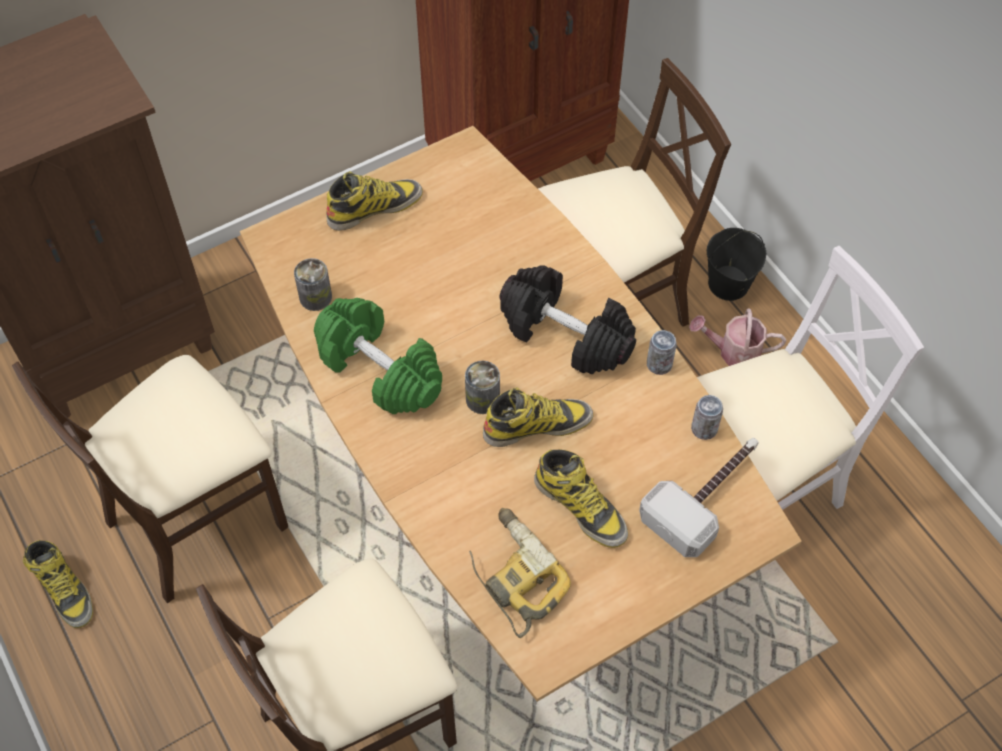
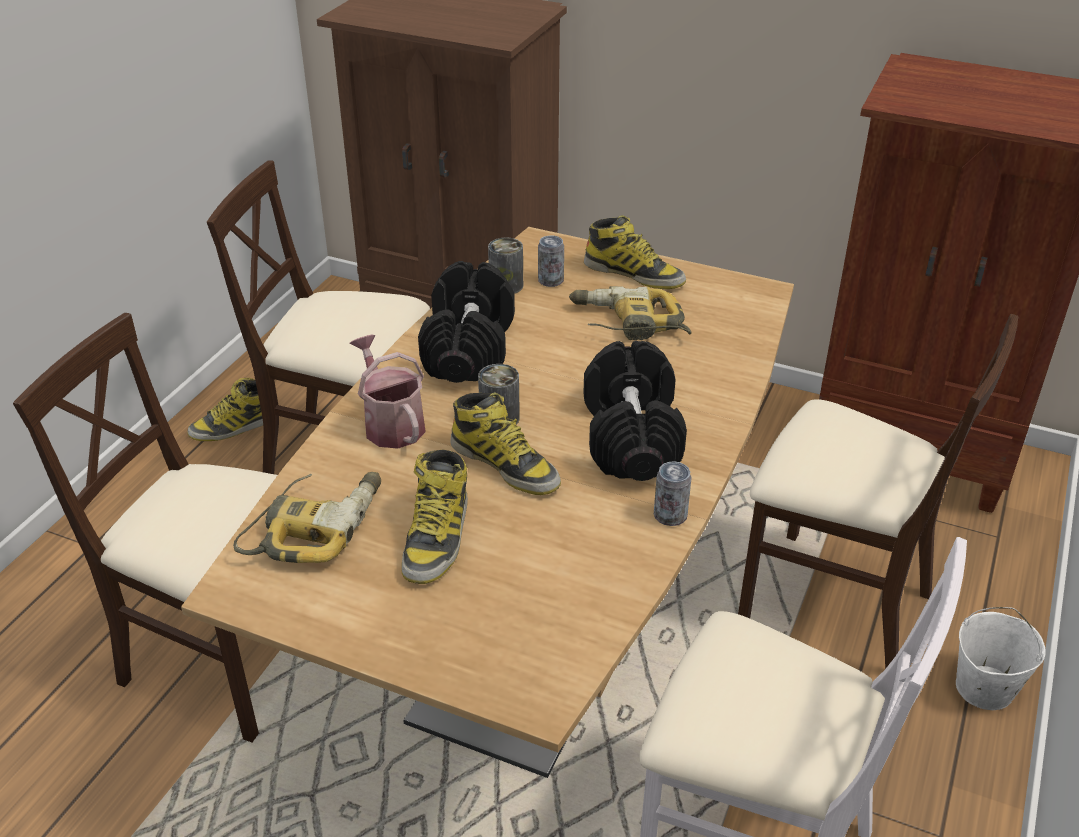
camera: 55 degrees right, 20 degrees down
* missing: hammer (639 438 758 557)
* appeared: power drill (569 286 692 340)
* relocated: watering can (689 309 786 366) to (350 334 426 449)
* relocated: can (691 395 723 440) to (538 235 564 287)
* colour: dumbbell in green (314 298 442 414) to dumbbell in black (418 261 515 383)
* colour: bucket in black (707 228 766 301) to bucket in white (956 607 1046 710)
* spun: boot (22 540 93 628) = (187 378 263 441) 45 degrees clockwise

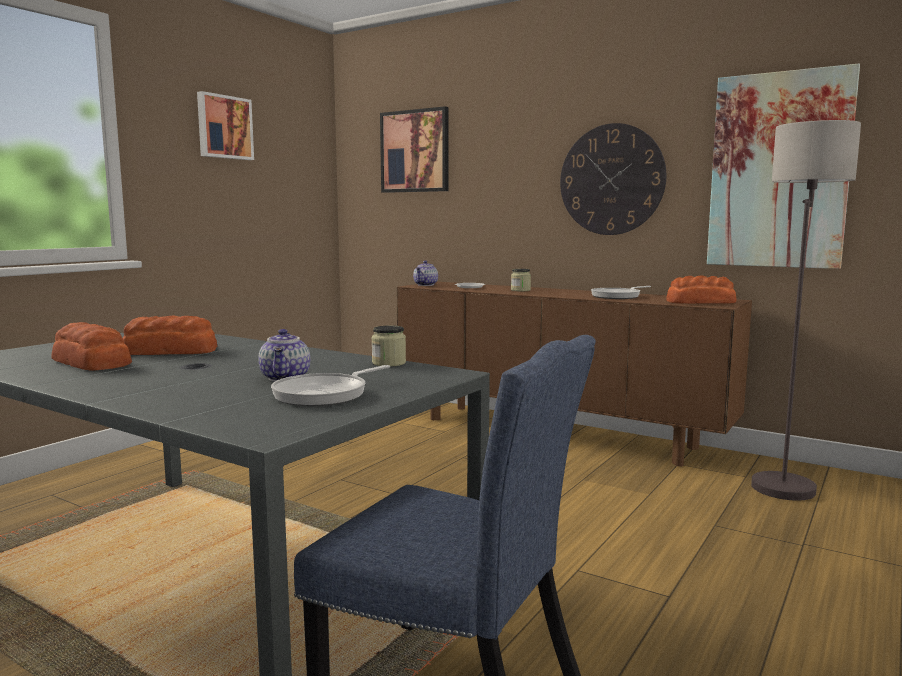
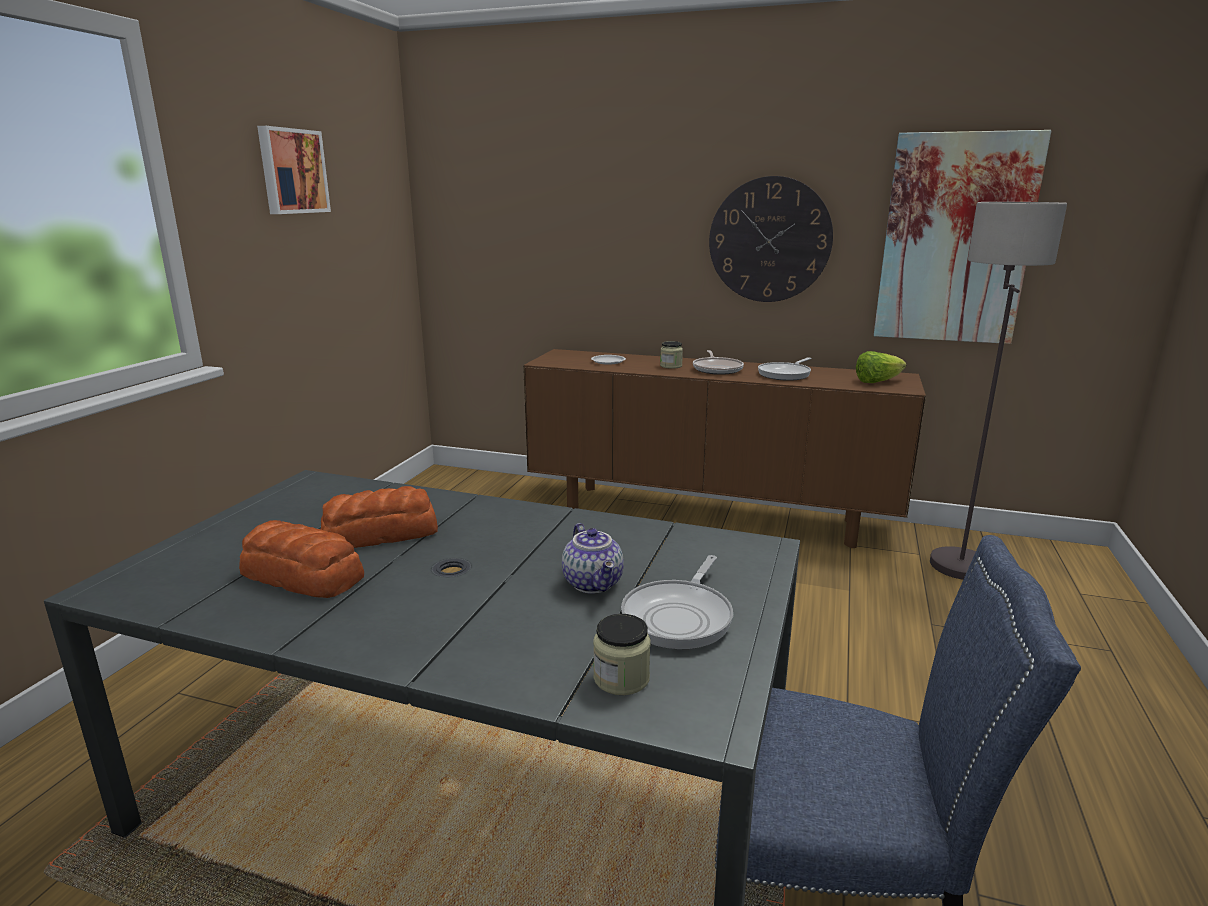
camera: 15 degrees left, 10 degrees up
* missing: picture (380 106 448 193)
* missing: teapot (413 260 438 286)
* appeared: frying pan (693 350 744 375)
* relocated: jar (371 325 406 367) to (593 614 651 695)
* exchanged: bread (666 275 737 304) to lettuce (856 351 907 383)

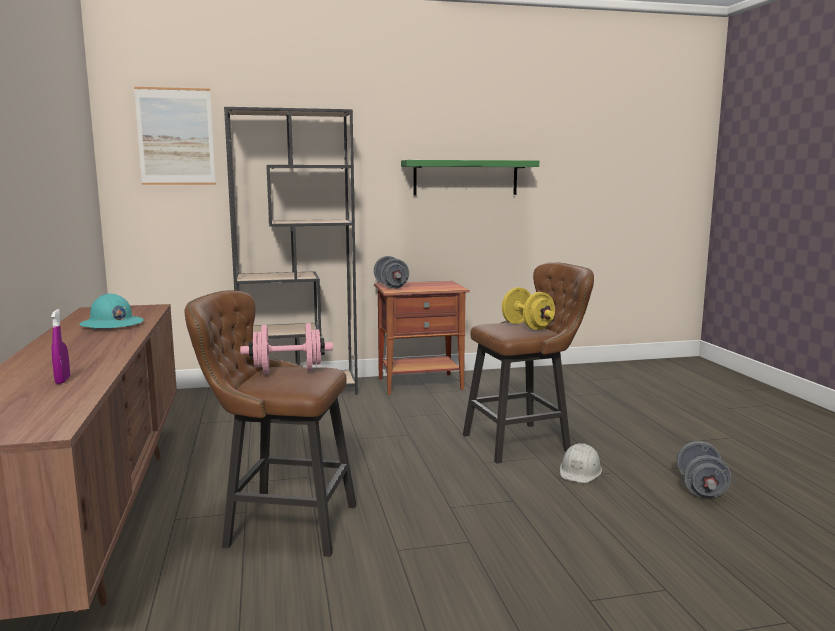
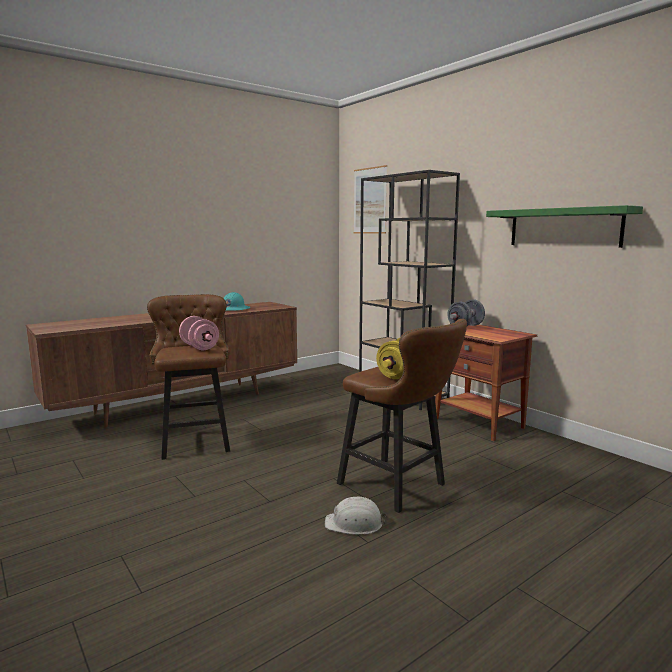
camera: 65 degrees right, 0 degrees up
* missing: spray bottle in purple (51 309 70 384)
* missing: dumbbell in grey (677 441 731 498)

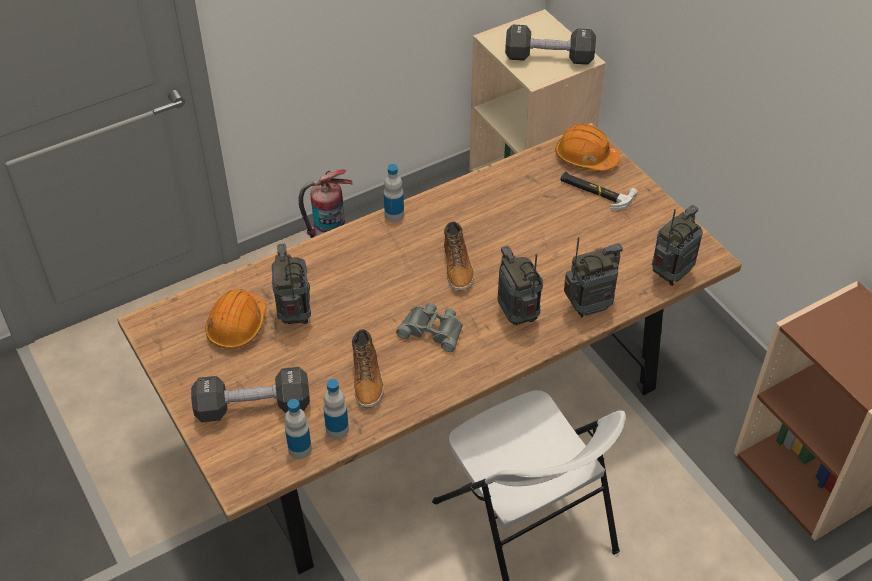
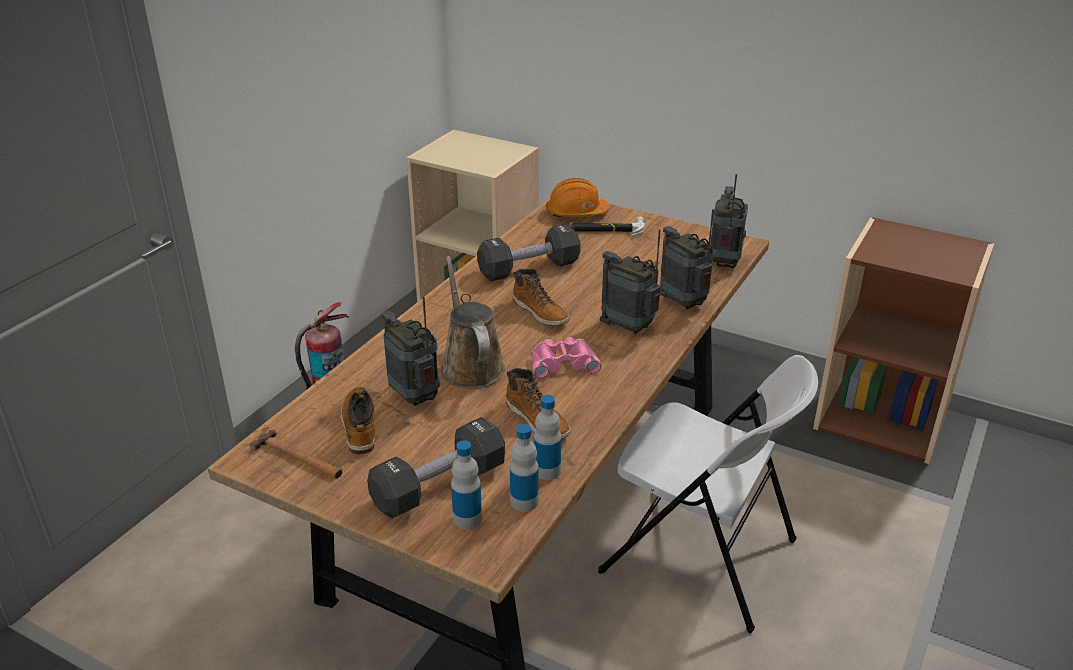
camera: 30 degrees left, 15 degrees down
* appeared: hammer (250 430 342 479)
* appeared: watering can in brown (441 256 505 389)
* relocated: bottle (384 164 404 222) to (451 440 482 529)
* relocated: dumbbell in black (505 24 596 65) to (477 224 581 281)
* exchanged: hard hat in orange (205 289 266 349) to boot (341 387 375 454)
* colour: binoculars in grey (396 303 463 352) to binoculars in pink (531 337 601 378)
* spun: radio (564 237 623 318) = (660 209 714 309) 75 degrees counterclockwise

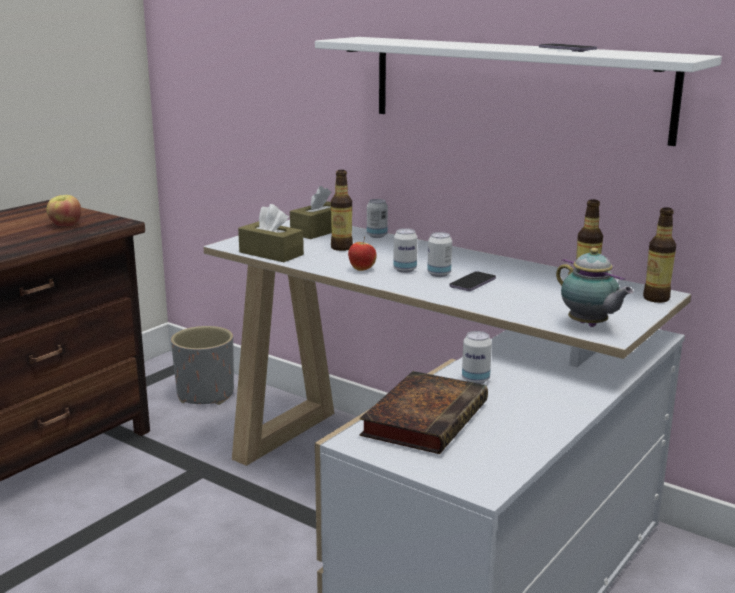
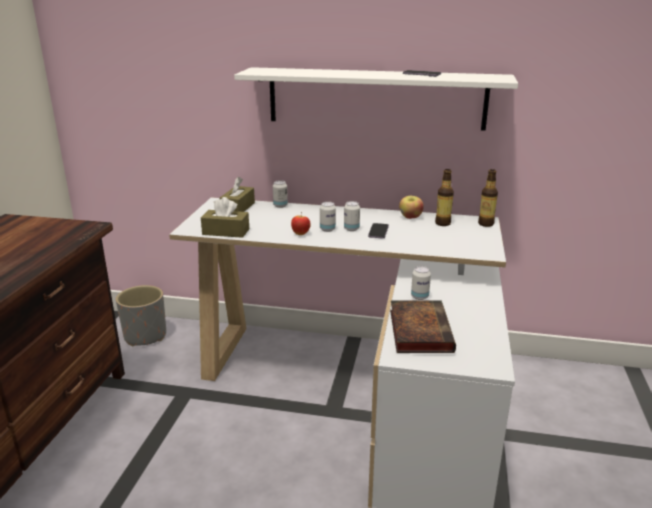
camera: 25 degrees left, 5 degrees up
* missing: bottle (331 170 353 251)
* missing: teapot (556 248 634 327)
* relocated: apple (47 195 81 226) to (399 196 424 219)

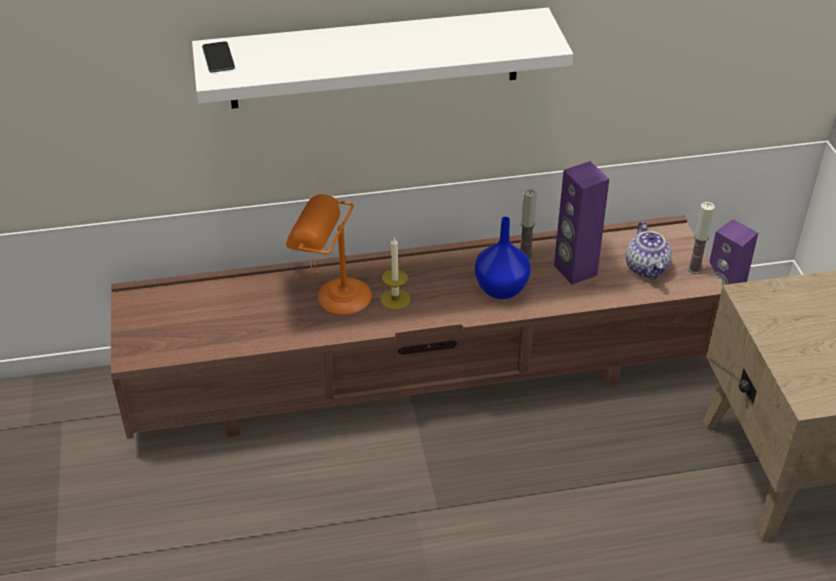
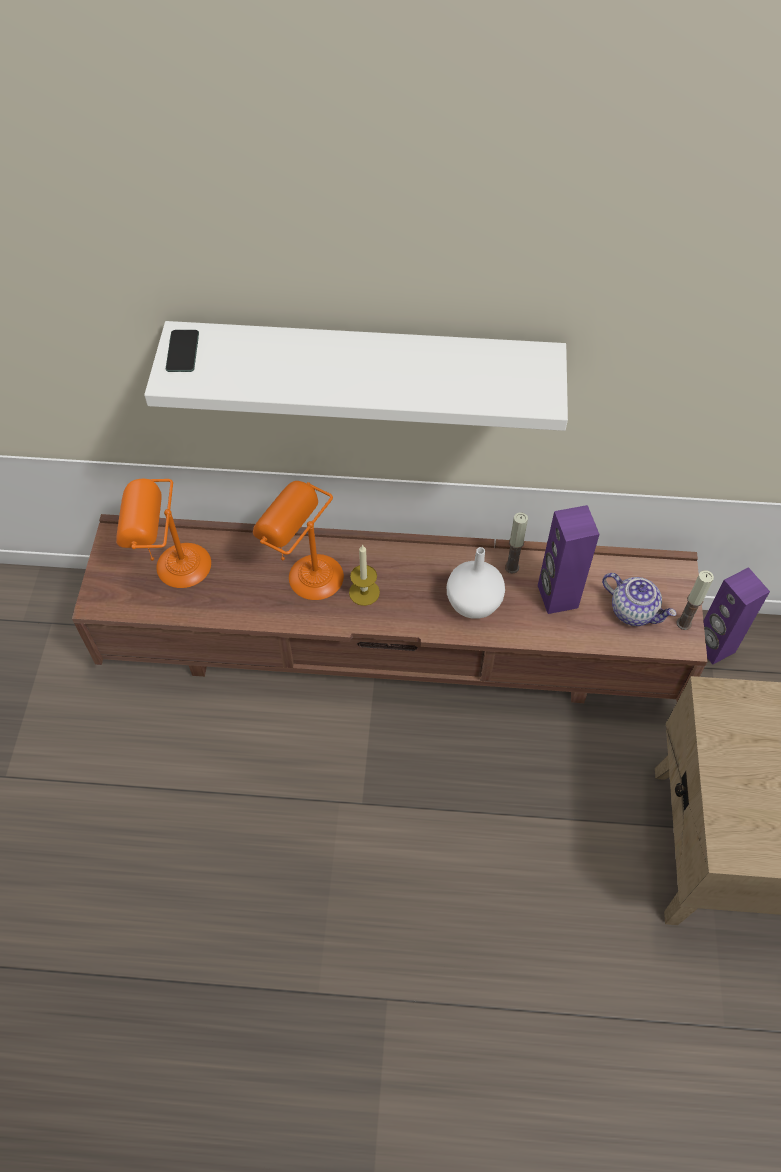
camera: 15 degrees right, 15 degrees up
* appeared: table lamp in orange (116 478 211 588)
* colour: vase in blue (475 217 531 299) to vase in white (447 547 505 619)
* spun: teapot (626 221 672 280) = (602 573 677 626) 60 degrees counterclockwise

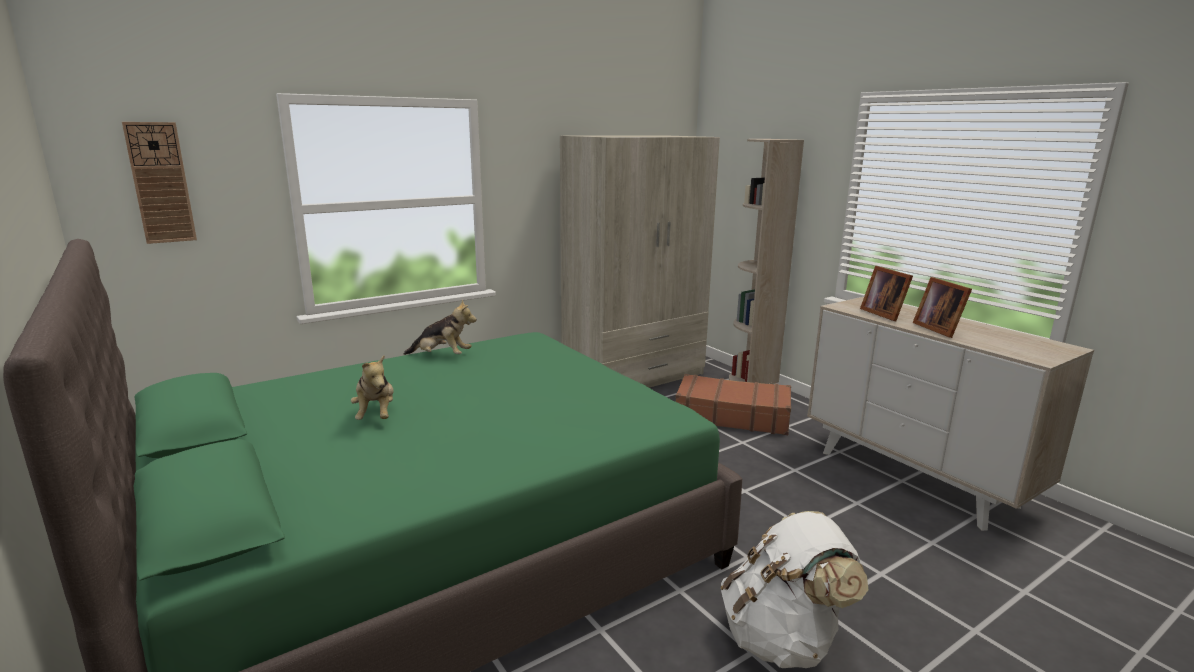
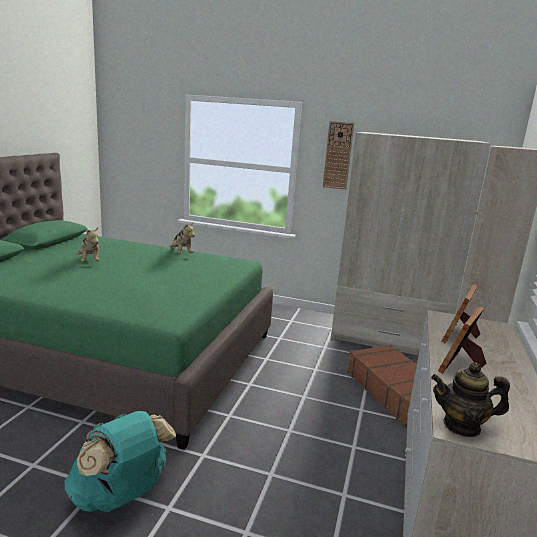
camera: 50 degrees right, 0 degrees up
* appeared: teapot (431 362 510 437)
* relocated: wall clock (122 122 197 244) to (323 121 354 190)
* colour: backpack in white (721 511 869 668) to backpack in turquoise (65 411 176 512)
* spun: plush toy (351 355 394 420) = (76 227 99 261) 60 degrees counterclockwise

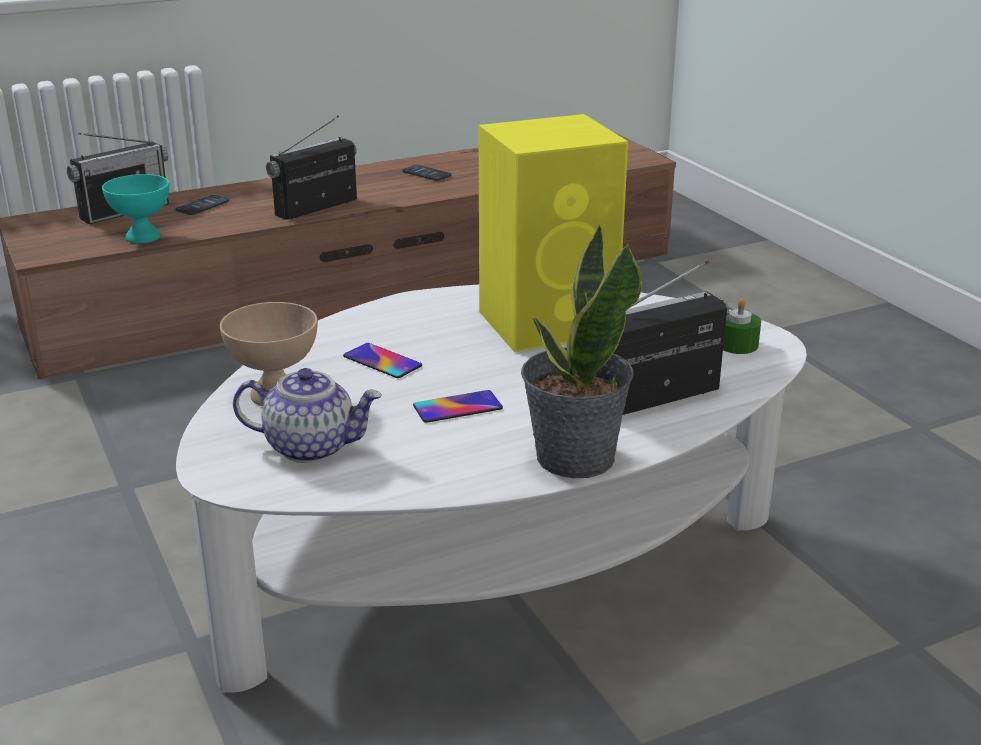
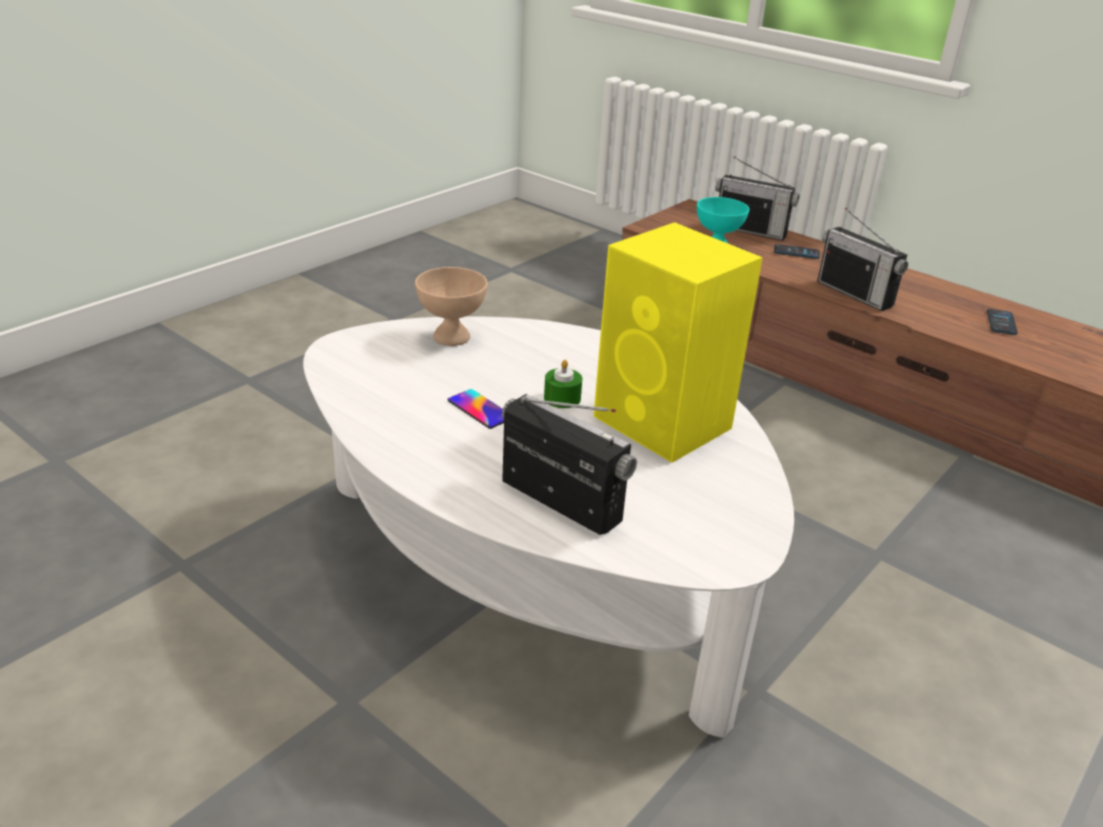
camera: 65 degrees right, 5 degrees up
* missing: teapot (233 368 382 463)
* missing: phone (343 343 422 378)
* missing: potted plant (521 224 642 478)
* relocated: candle in green (723 299 761 354) to (544 360 582 408)
* spun: radio (266 115 357 220) = (817 207 908 311) 150 degrees counterclockwise

